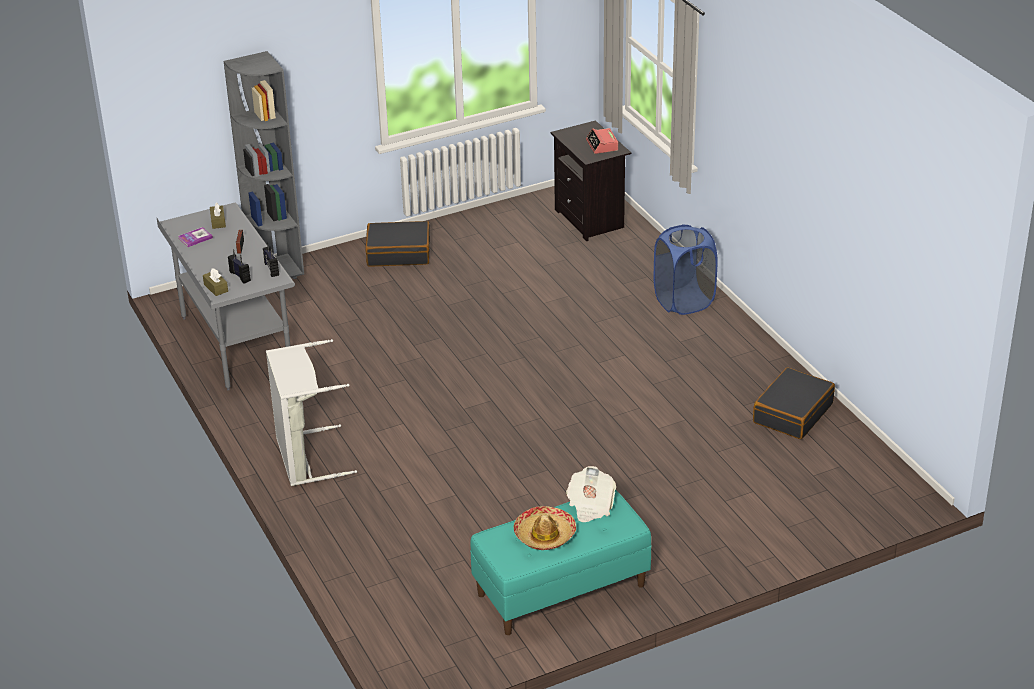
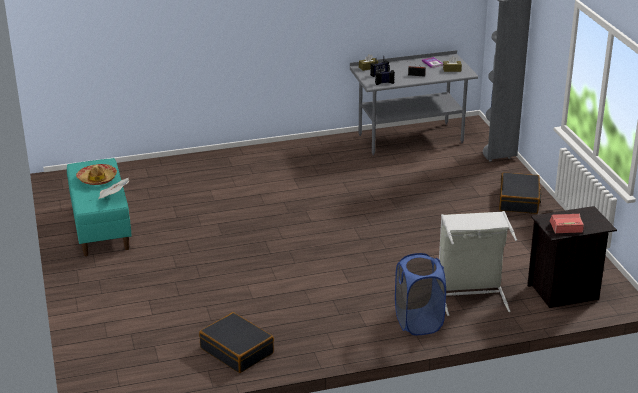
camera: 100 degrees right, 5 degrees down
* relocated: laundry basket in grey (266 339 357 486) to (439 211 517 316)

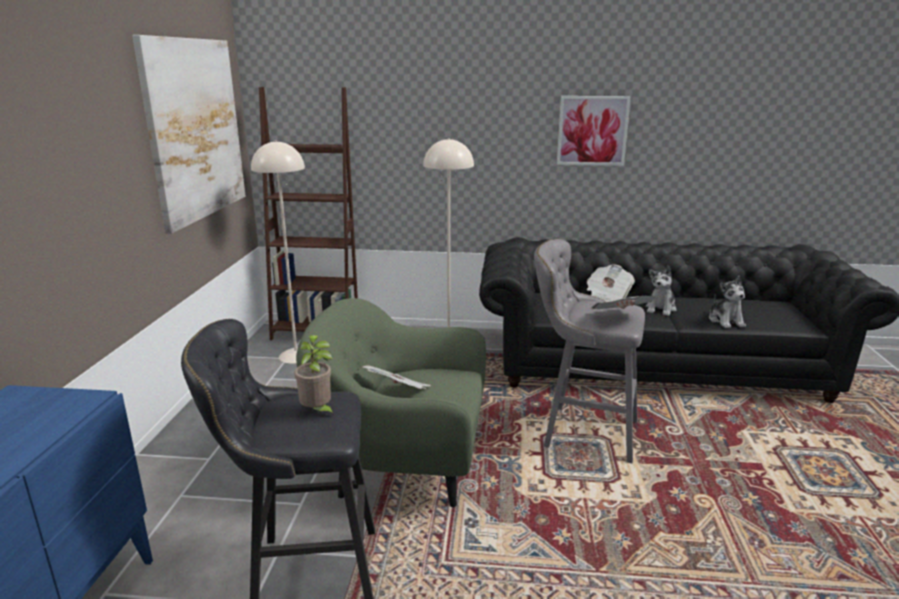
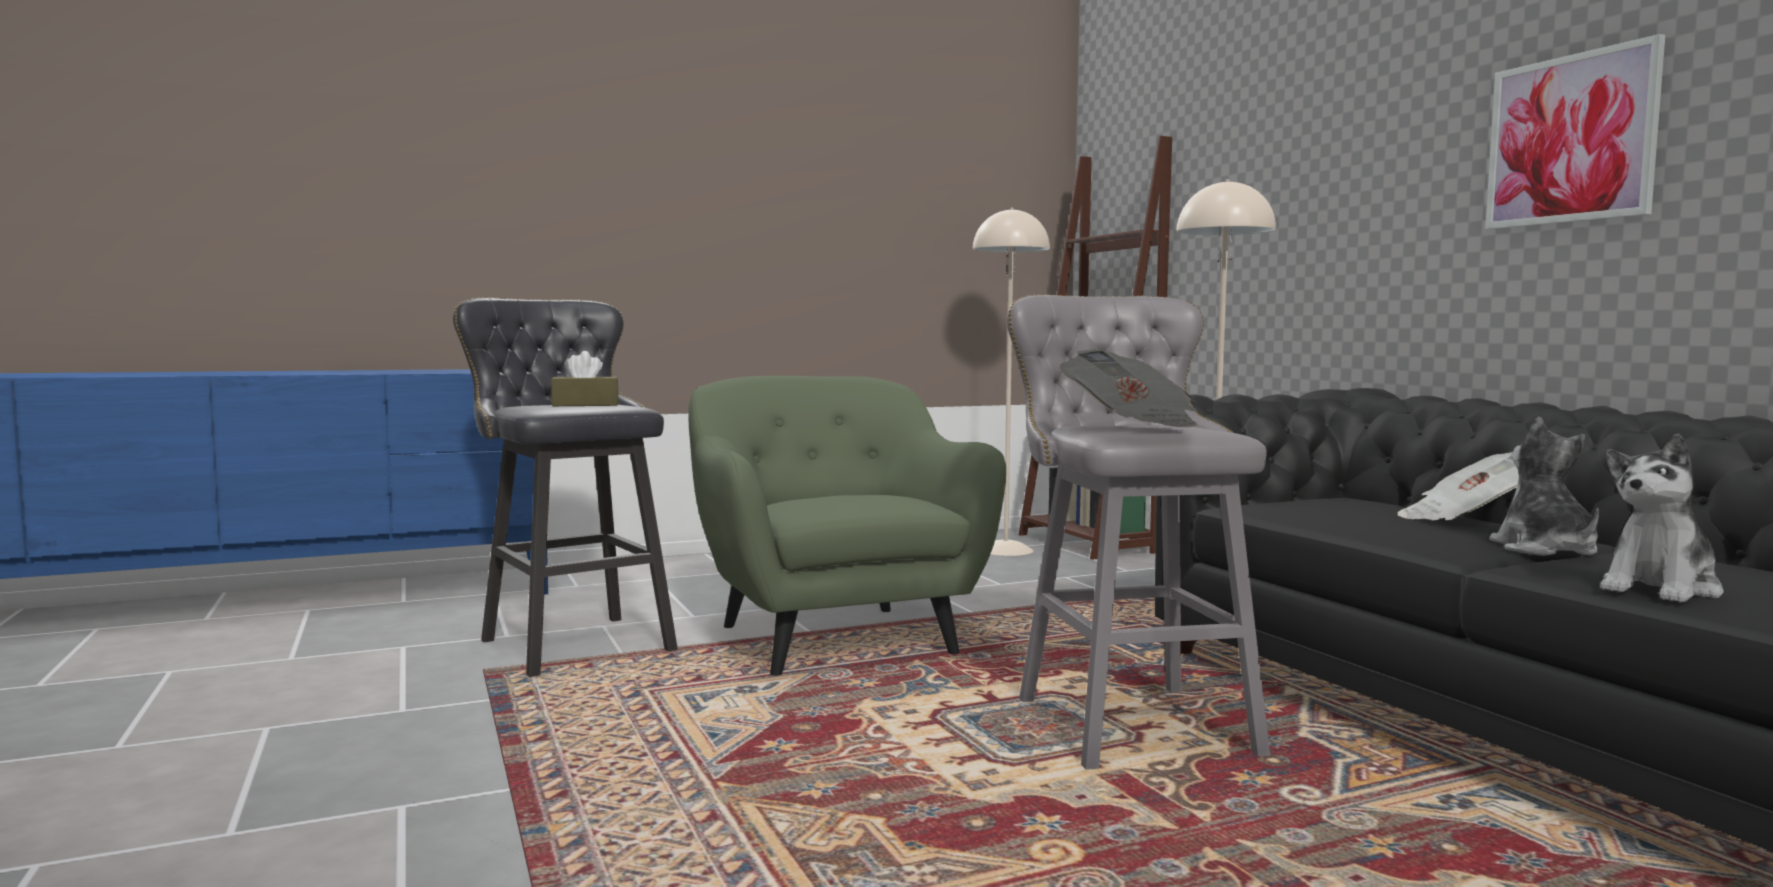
camera: 60 degrees right, 15 degrees down
* missing: picture (132 35 246 234)
* missing: newspaper (363 365 431 389)
* exchanged: potted plant (294 335 334 416) to tissue box in brown (551 351 619 406)
* spun: plush toy (646 266 677 316) = (1489 417 1599 556) 90 degrees clockwise

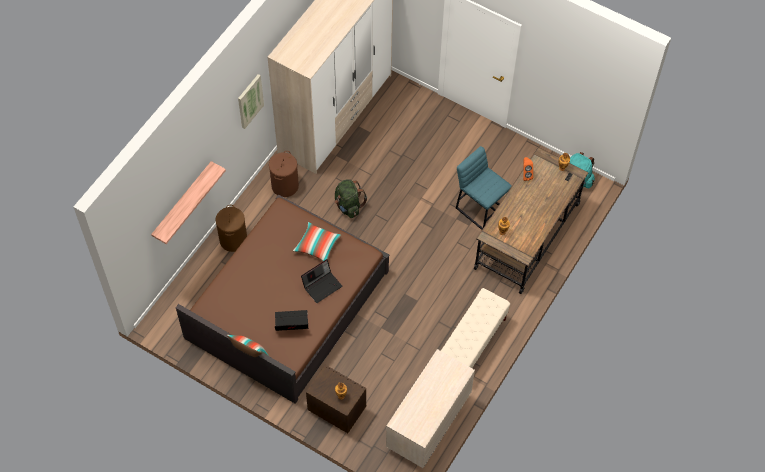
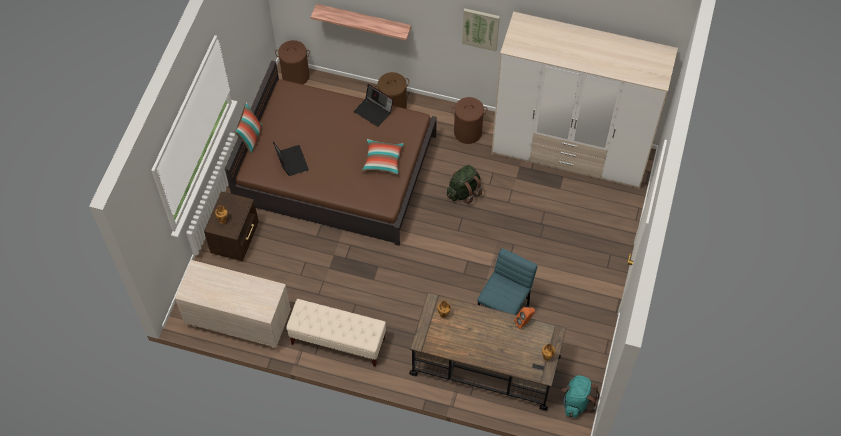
camera: 75 degrees right, 0 degrees up
* appeared: laundry basket in brown (275 40 310 85)
* relocated: laptop (301 259 342 303) to (354 84 393 127)

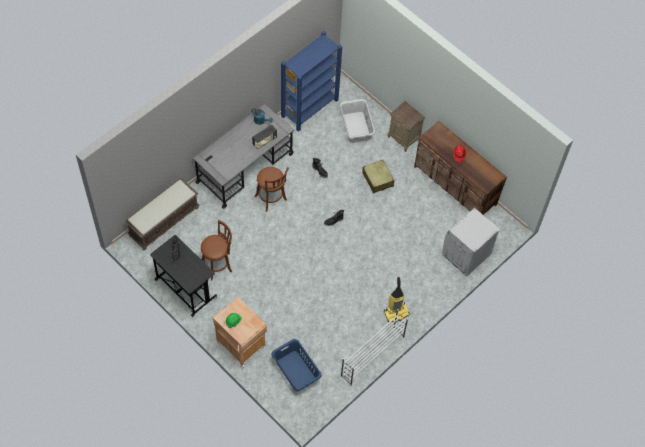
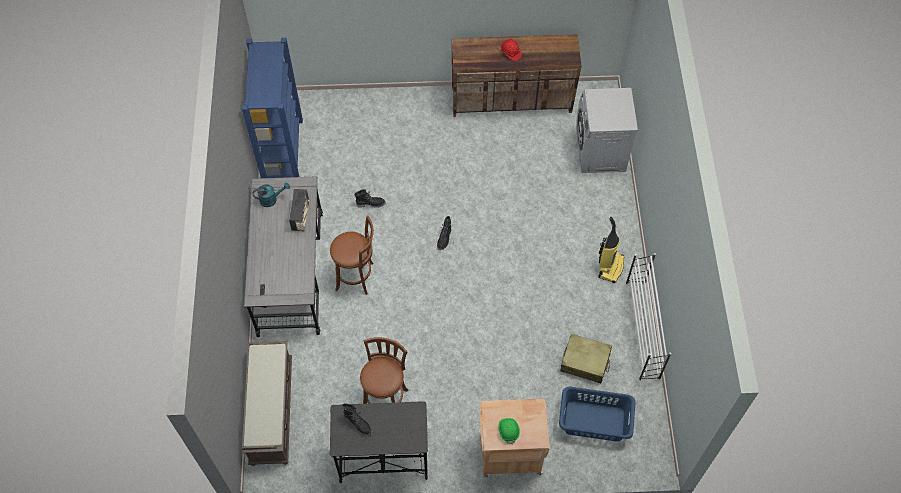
camera: 45 degrees left, 0 degrees up
* missing: laundry basket in grey (340 99 375 143)
* missing: nightstand in beige (388 101 425 152)
* relocated: suitcase in beige (362 160 395 193) to (561 334 612 383)

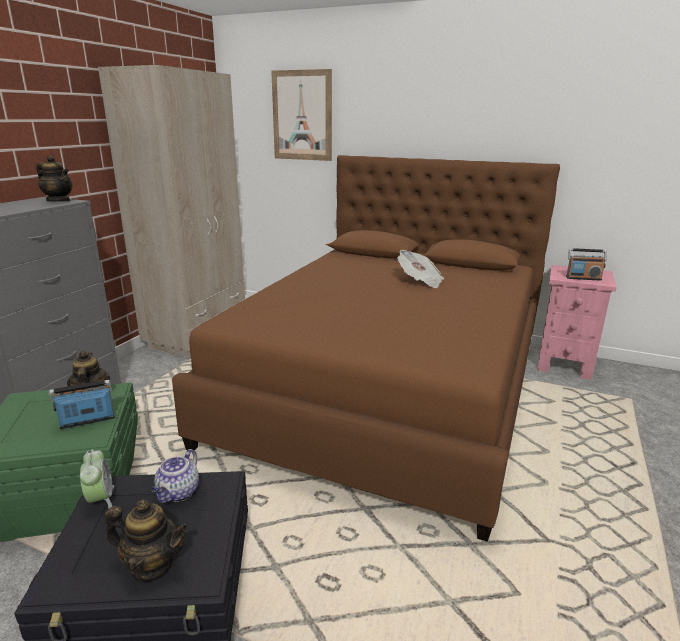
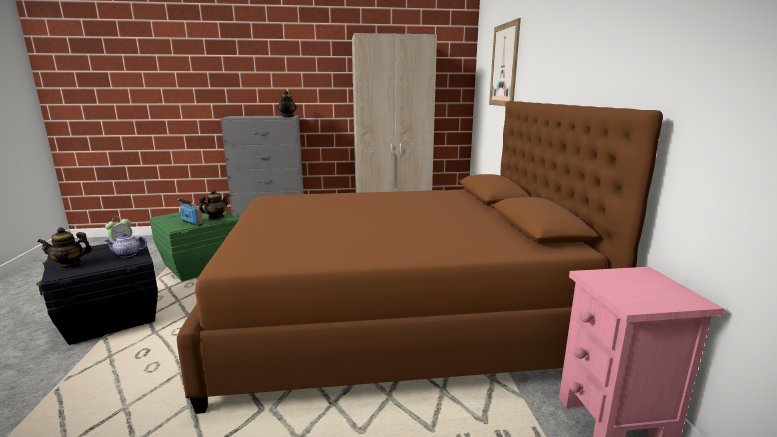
camera: 60 degrees right, 5 degrees down
* missing: newspaper (397 250 444 288)
* missing: radio (566 248 606 281)
* spun: teapot (105 499 188 582) = (37 227 92 269) 90 degrees clockwise

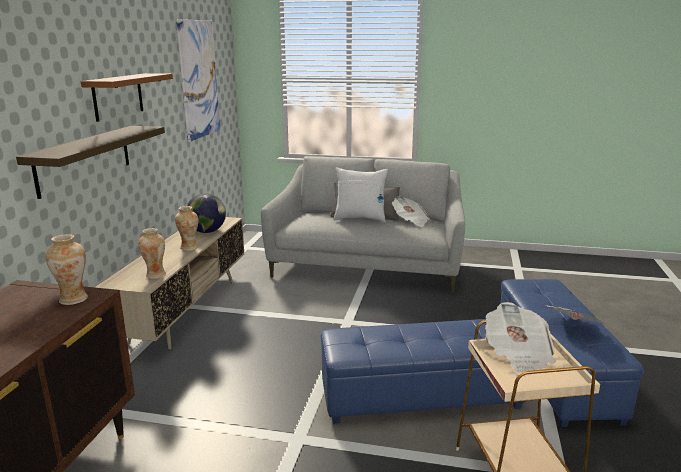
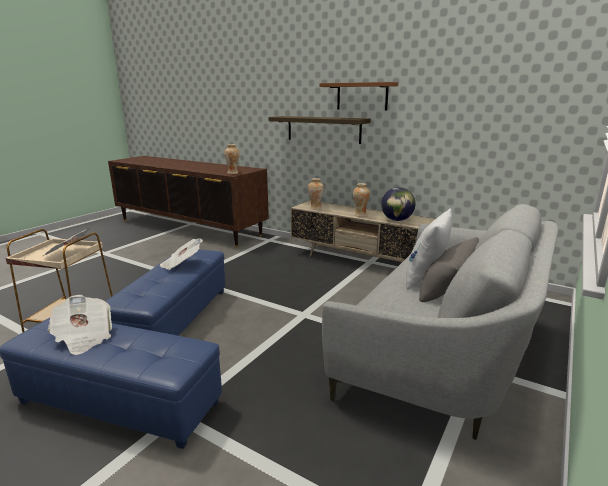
camera: 110 degrees right, 0 degrees up
* missing: picture (176 19 220 142)
* relocated: newspaper (392 196 430 227) to (160 238 203 270)

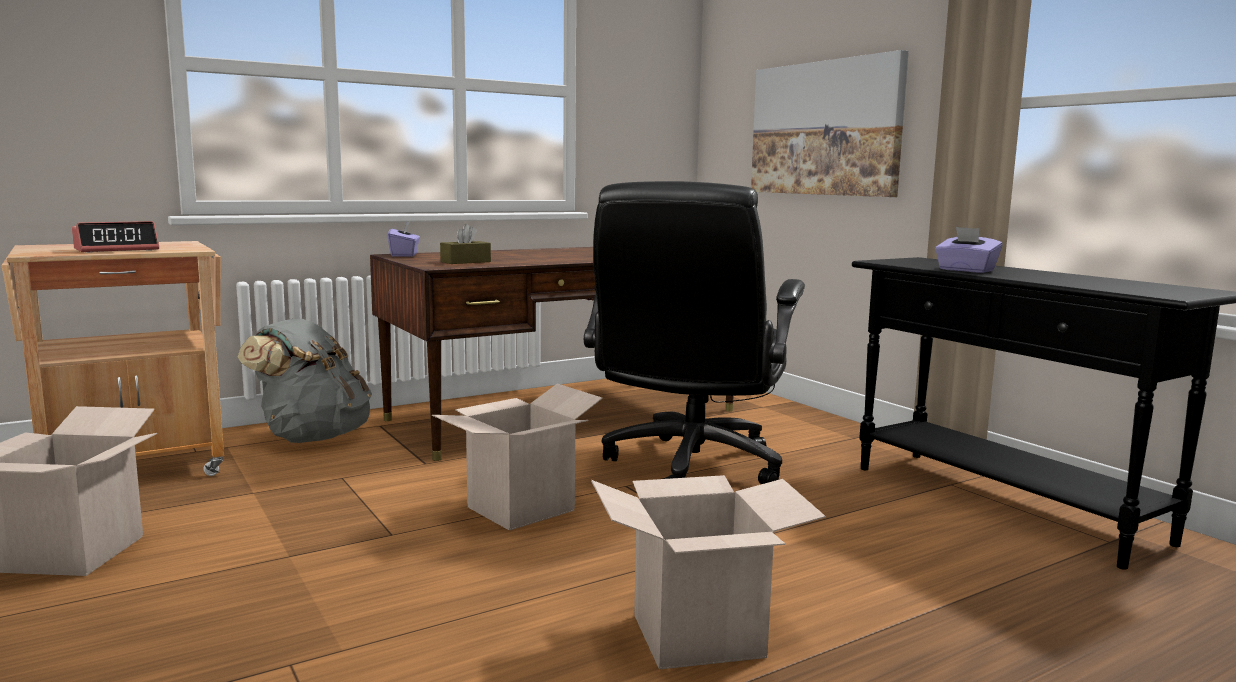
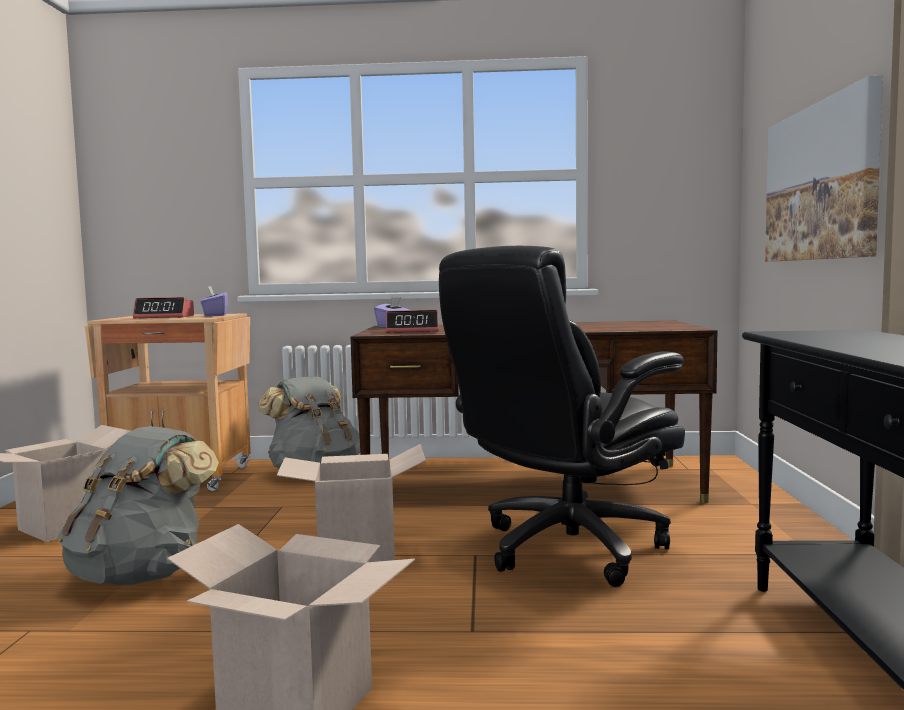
camera: 35 degrees right, 5 degrees down
* appeared: backpack in grey (57 426 219 585)
* relocated: tissue box in purple (935 227 1003 273) to (200 286 228 316)
* exchanged: tissue box in brown (440 224 491 264) to alarm clock (386 310 439 333)

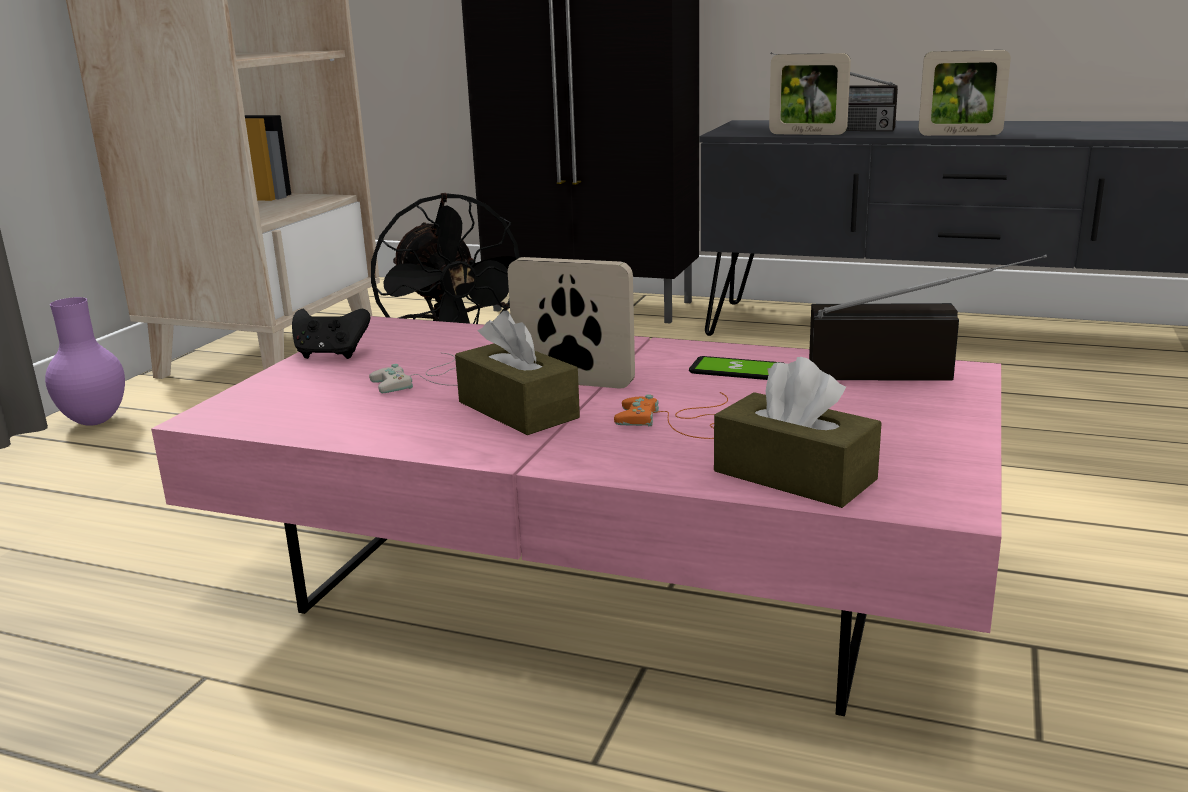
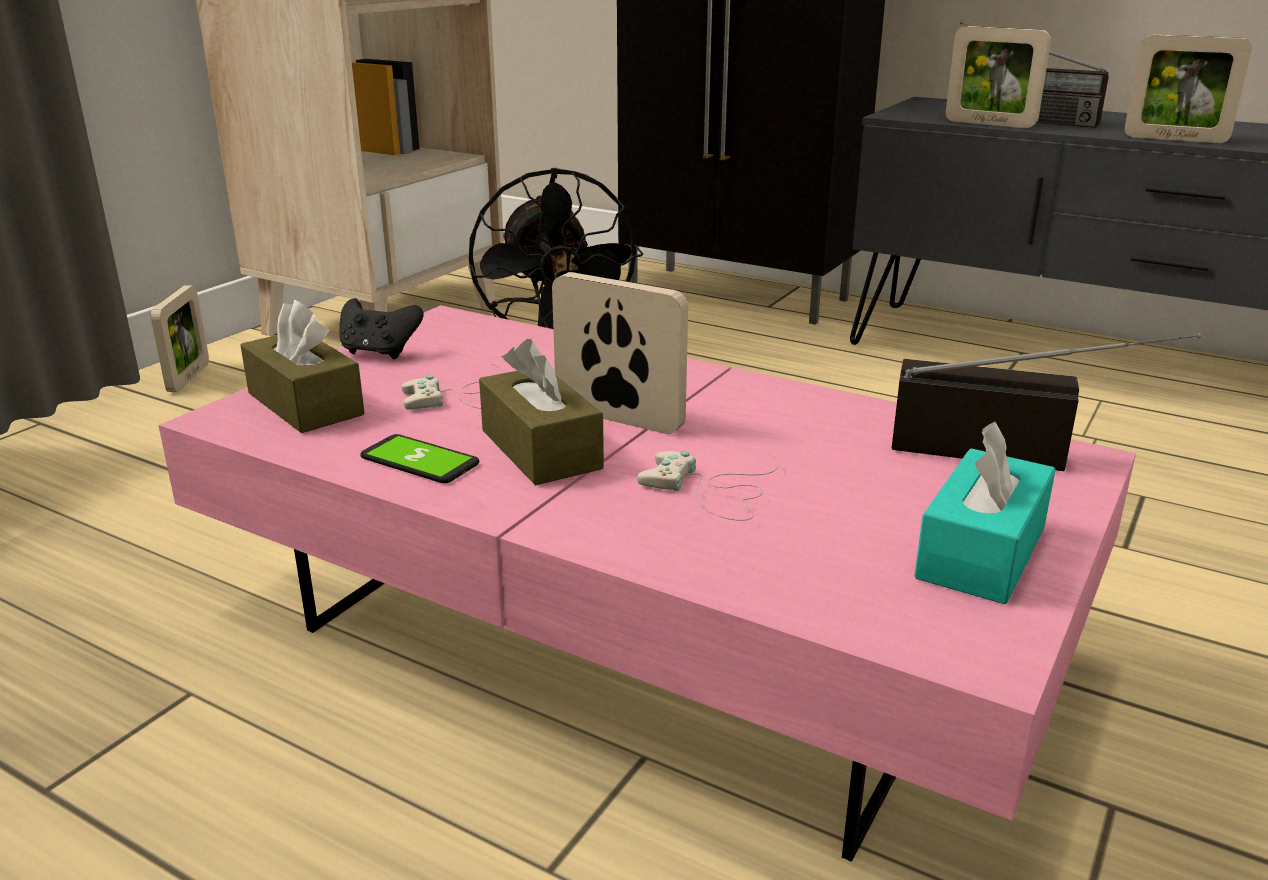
camera: 10 degrees right, 5 degrees up
* appeared: tissue box in turquoise (914 422 1056 604)
* relocated: phone (689 356 783 380) to (360 434 479 484)
* relocated: tissue box in brown (714 357 882 508) to (240 300 365 433)
* exchanged: vase in purple (45 297 125 426) to picture frame (151 285 209 392)
* colour: game controller in orange (614 392 728 439) to game controller in white (637 451 779 521)

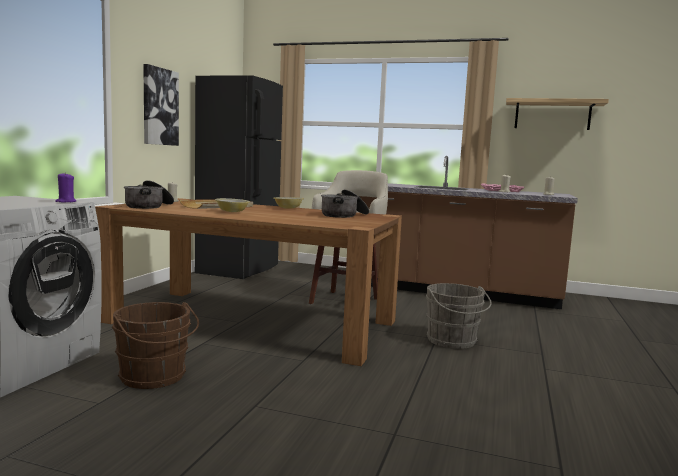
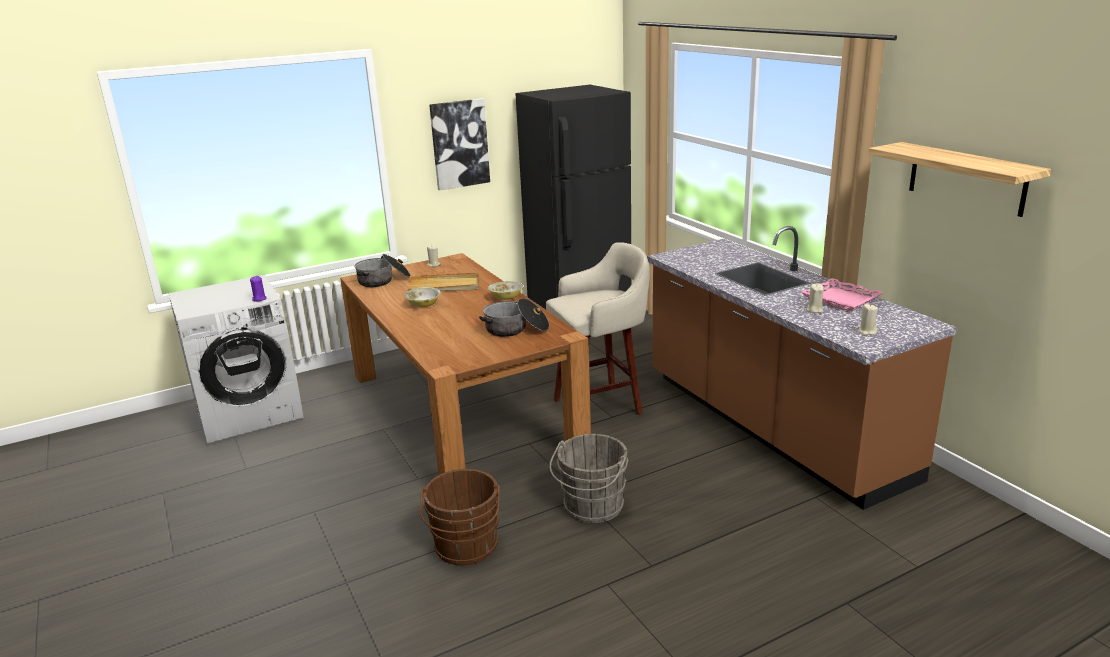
camera: 45 degrees right, 15 degrees up
* relocated: bucket in brown (112 302 199 389) to (420 469 500 566)

